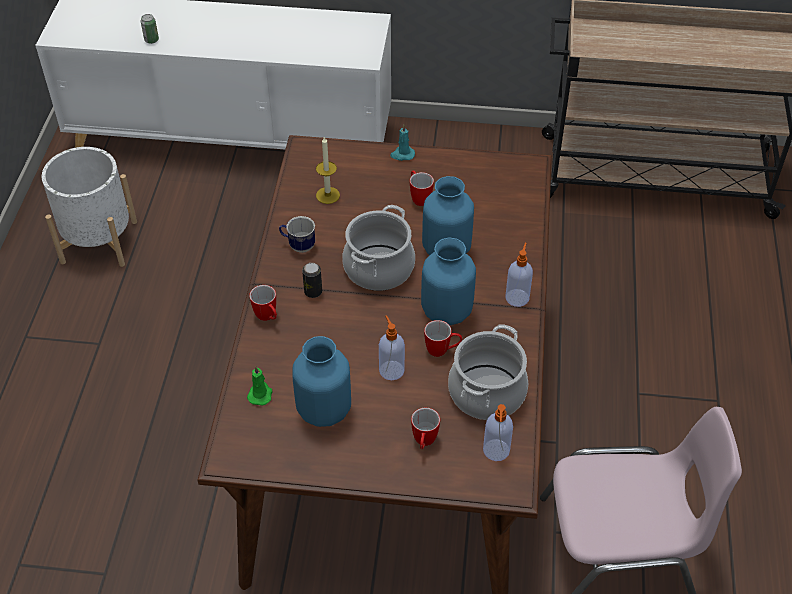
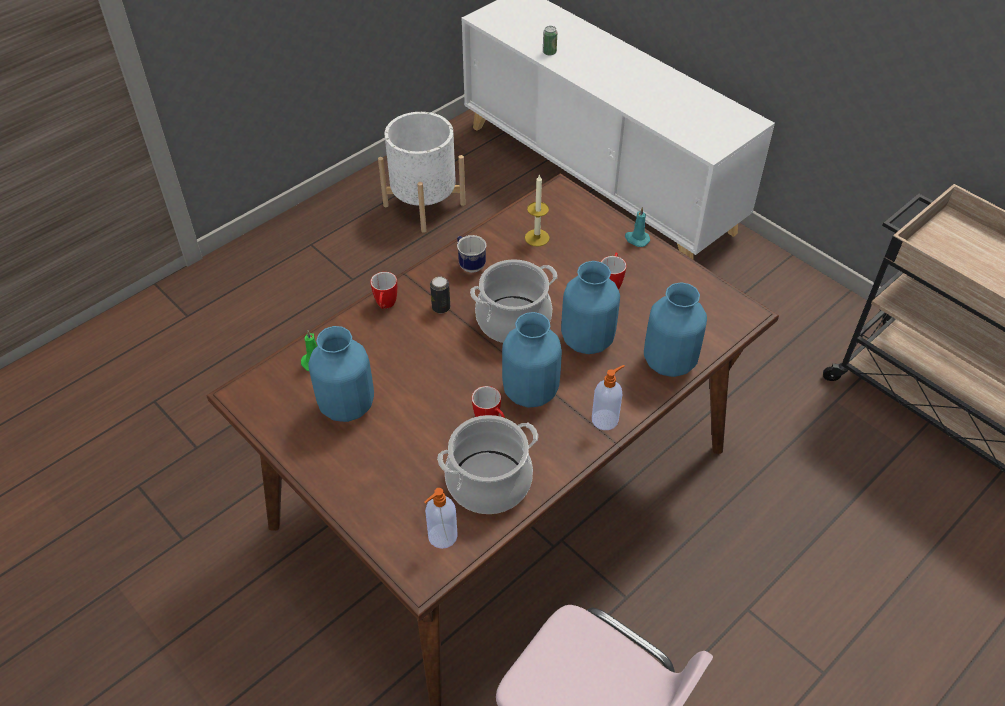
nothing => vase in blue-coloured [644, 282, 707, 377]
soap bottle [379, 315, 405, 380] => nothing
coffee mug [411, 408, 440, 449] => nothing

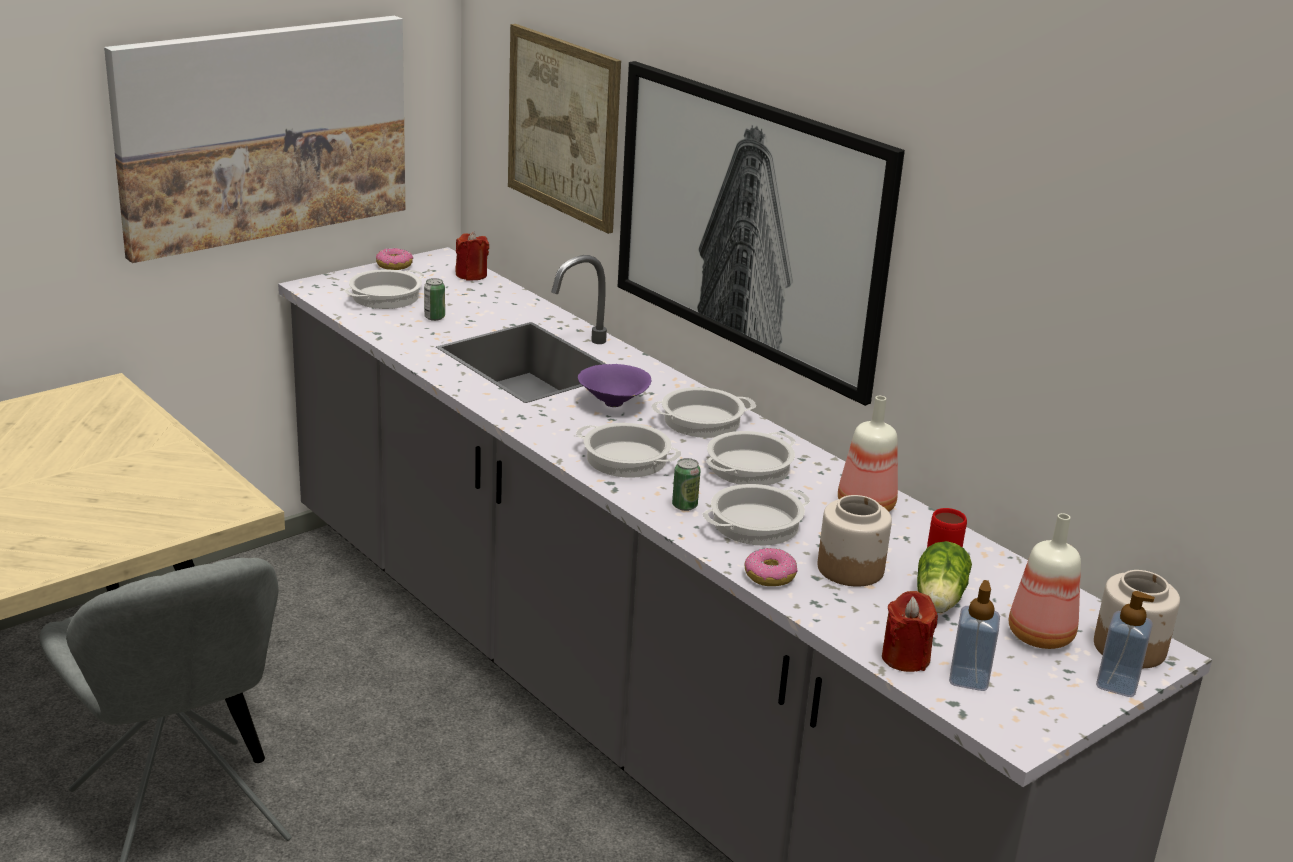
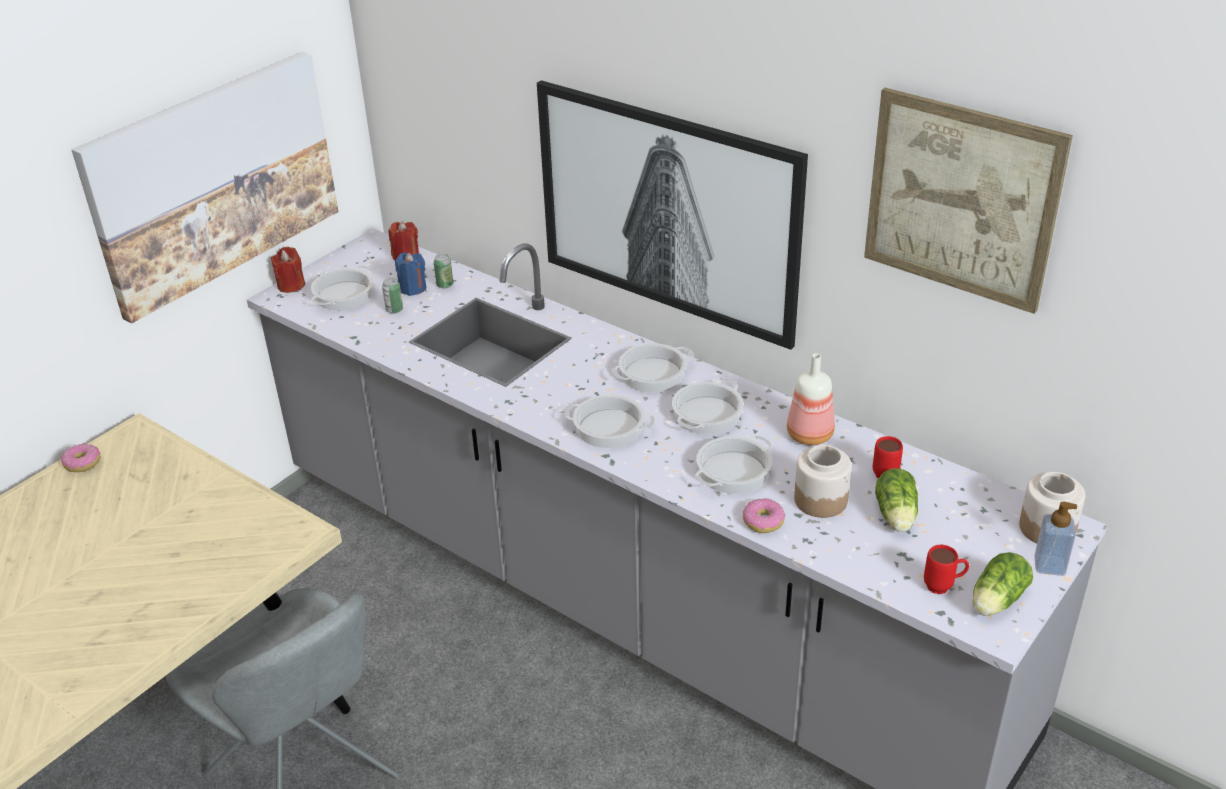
doughnut [376, 248, 413, 270] => doughnut [61, 444, 101, 472], moved
candle in red-coloured [882, 591, 938, 672] => candle in red-coloured [271, 247, 305, 293], moved
nothing => candle in blue-coloured [395, 253, 426, 296]
metal can [672, 458, 701, 511] => metal can [434, 254, 453, 288], moved
picture [508, 24, 621, 234] => picture [864, 88, 1073, 314], moved
soap bottle [949, 580, 1000, 691] => coffee mug in red-coloured [924, 545, 969, 594]
nothing => head of lettuce [973, 552, 1033, 616]
bowl in purplish [578, 364, 652, 407] => nothing
beverage bottle [1009, 513, 1081, 649] => nothing

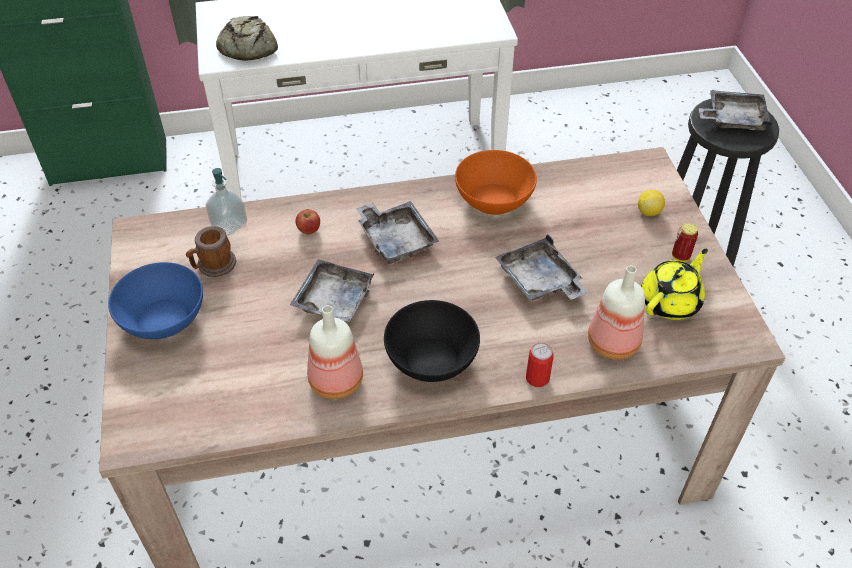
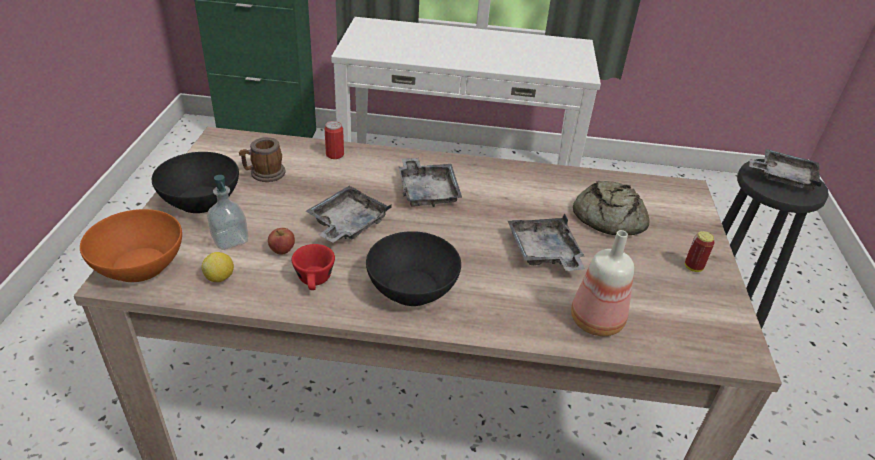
bowl in orange [455, 150, 537, 215] => bowl in orange [80, 209, 182, 282], moved
bowl in blue-coloured [108, 262, 203, 339] => bowl in black-coloured [152, 152, 239, 213]
whole lemon [638, 190, 665, 216] => whole lemon [202, 252, 234, 282], moved
soap bottle [206, 168, 247, 236] => soap bottle [207, 175, 248, 250], moved
apple [296, 209, 320, 235] => apple [268, 228, 295, 255], moved
beverage bottle [307, 305, 363, 399] => small cup in red-coloured [292, 244, 335, 290]
metal can [526, 342, 554, 387] => metal can [325, 121, 344, 159], moved
bread [216, 16, 278, 61] => bread [573, 181, 650, 235], moved
pot for tea in yellow [641, 249, 708, 320] => nothing

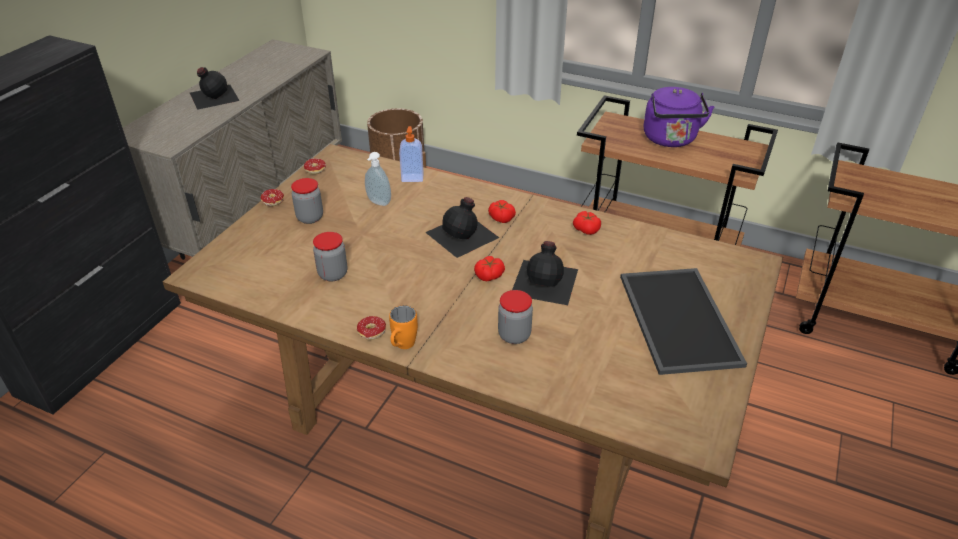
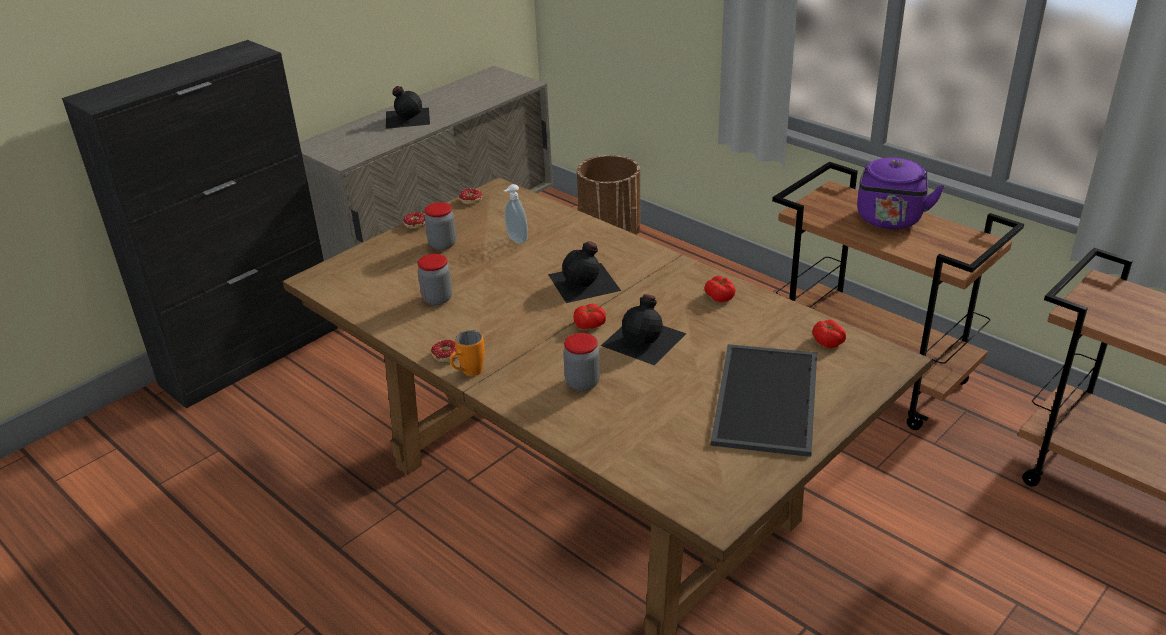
tomato [488, 200, 516, 223] => tomato [812, 320, 846, 348], moved
soap bottle [399, 126, 424, 182] => nothing

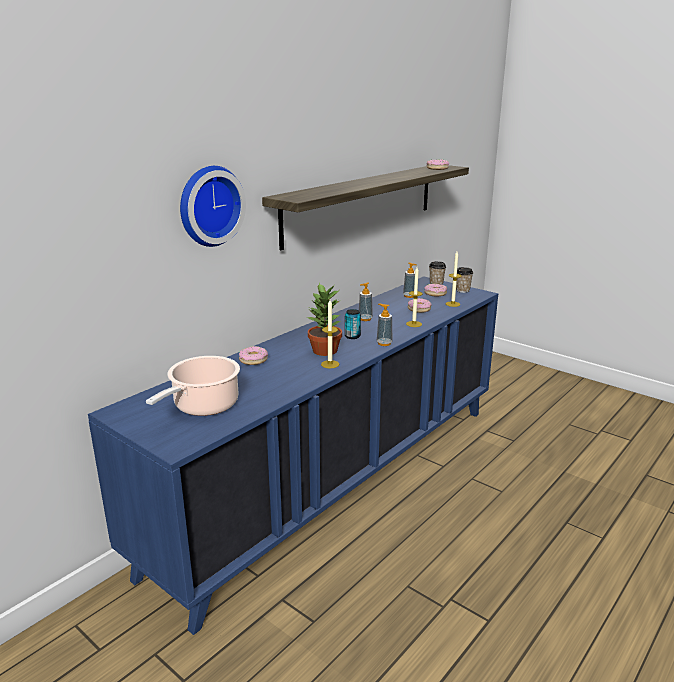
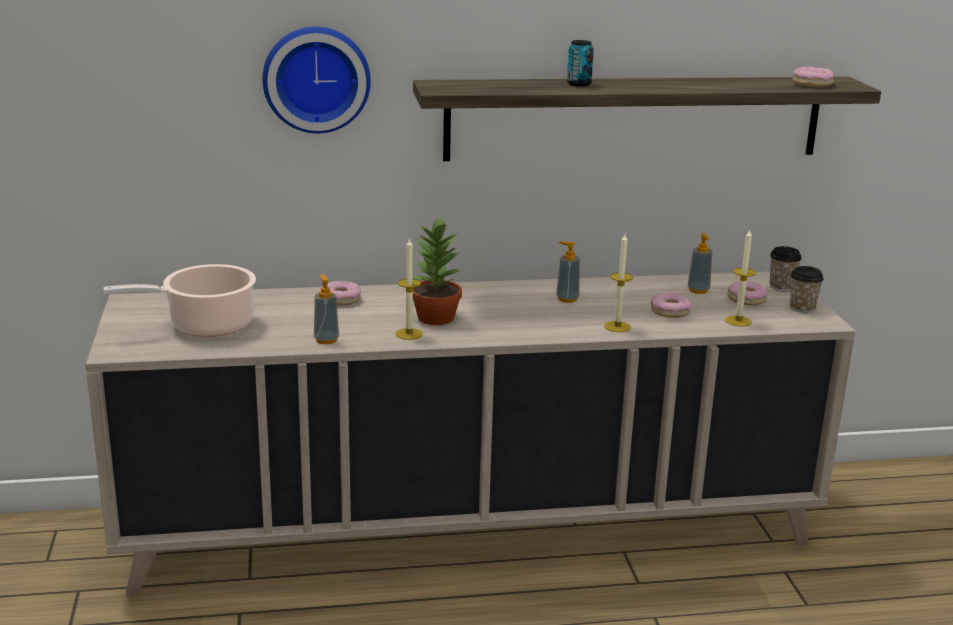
cupboard in blue-coloured [88, 276, 498, 635] => cupboard in beige-coloured [85, 272, 855, 595]
soap bottle [377, 303, 393, 346] => soap bottle [314, 274, 339, 344], moved
metal can [345, 309, 361, 339] => metal can [567, 40, 594, 86], moved

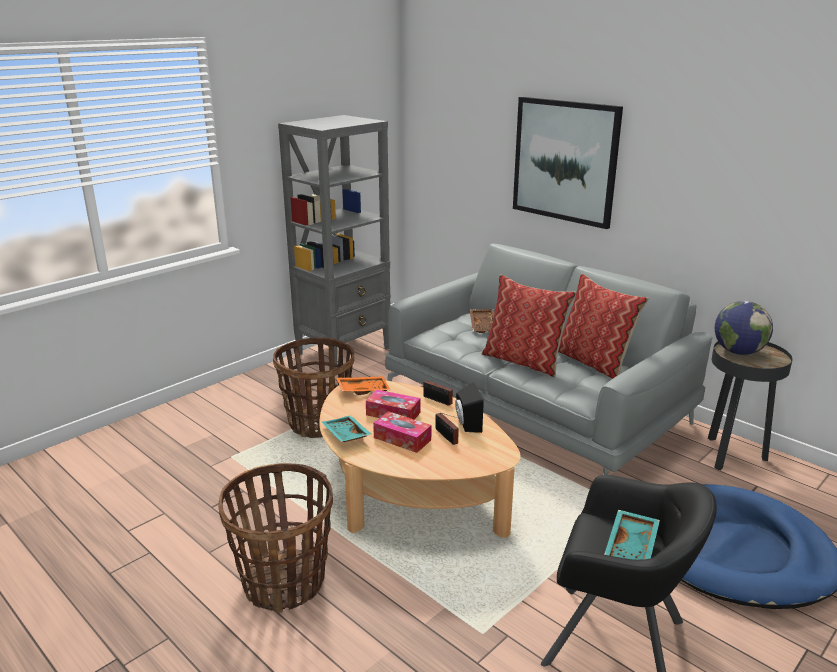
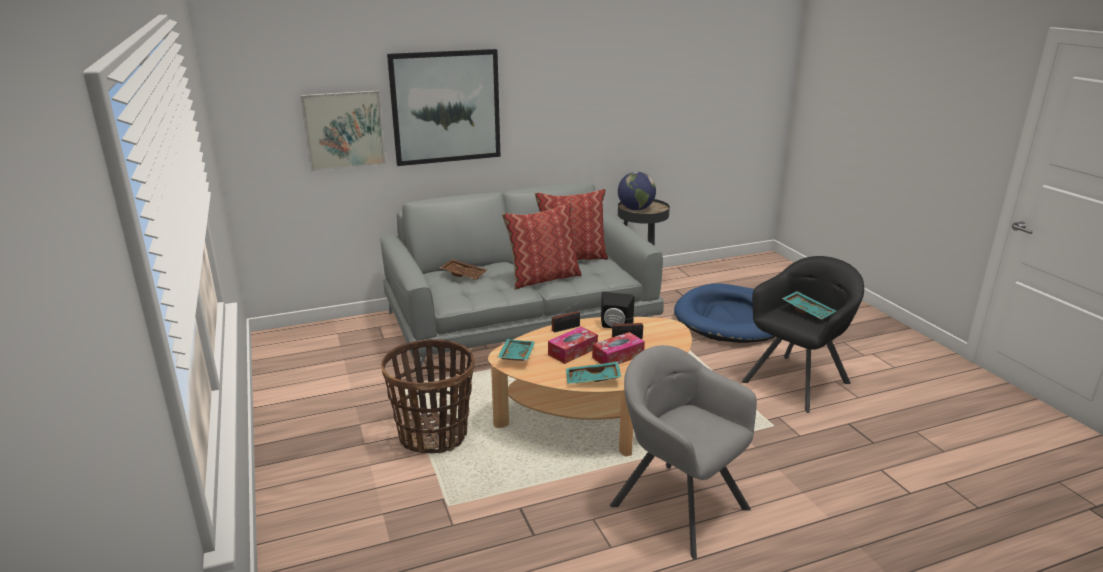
nothing => picture [301, 91, 386, 171]
tray in orange [336, 376, 390, 395] => tray in turquoise [497, 339, 535, 361]
storage basket [218, 463, 333, 613] => easy chair in greyish [610, 345, 757, 559]
bookshelf in greyish [278, 115, 391, 368] => nothing

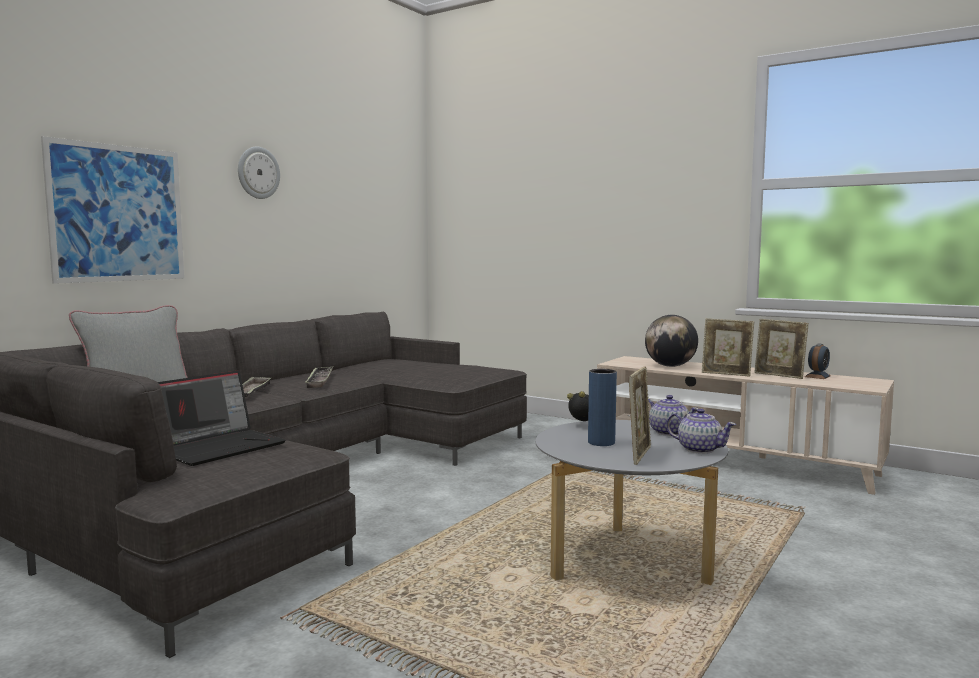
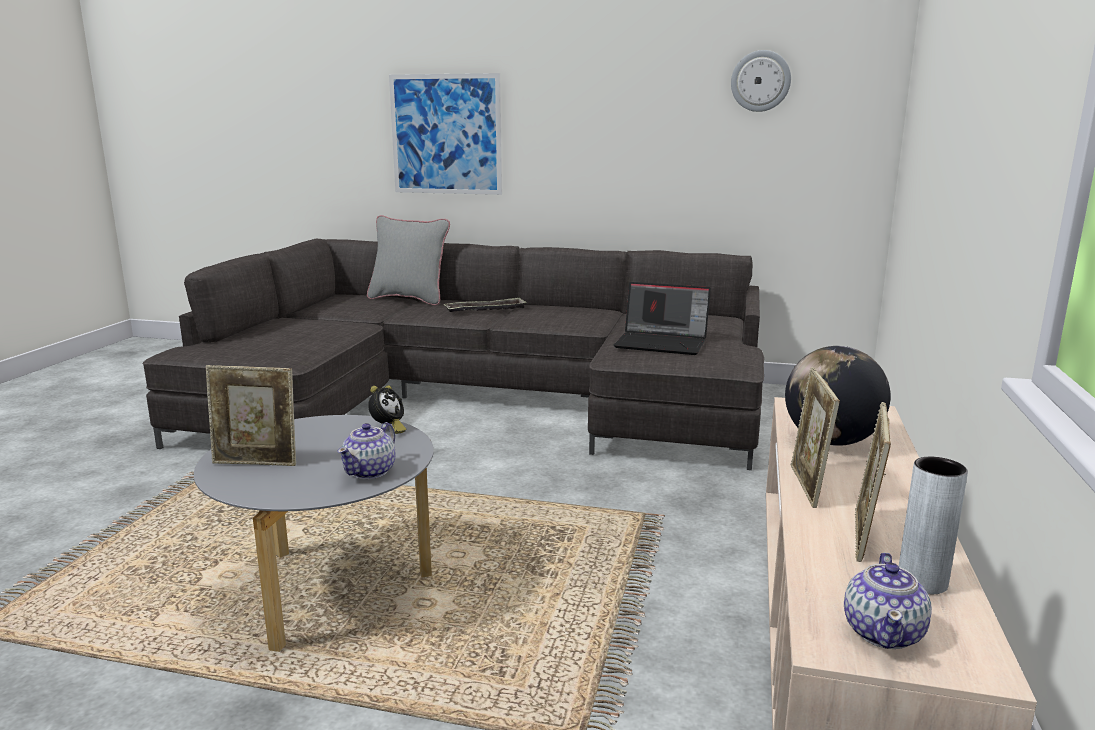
portable computer [158, 370, 286, 466] => portable computer [613, 282, 711, 355], moved
hanging clock [238, 146, 280, 199] => hanging clock [731, 50, 791, 112], moved
pot for tea [666, 408, 736, 454] => pot for tea [844, 552, 932, 649], moved
table clock [805, 343, 831, 379] => vase in greyish [899, 457, 968, 594]
tray [305, 366, 334, 388] => nothing
vase in blue-coloured [588, 369, 617, 446] => nothing

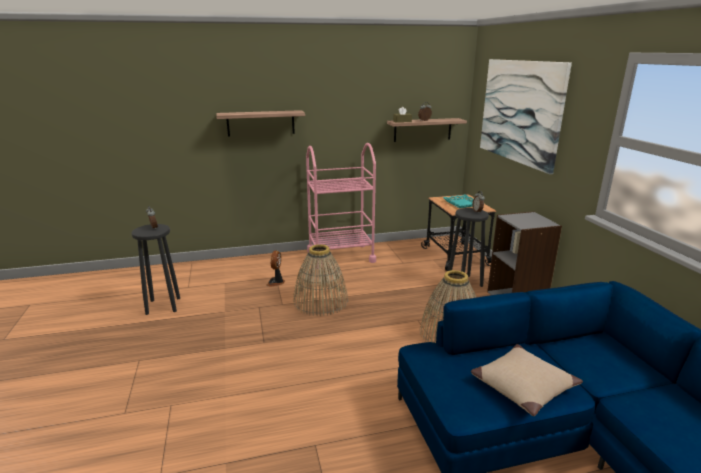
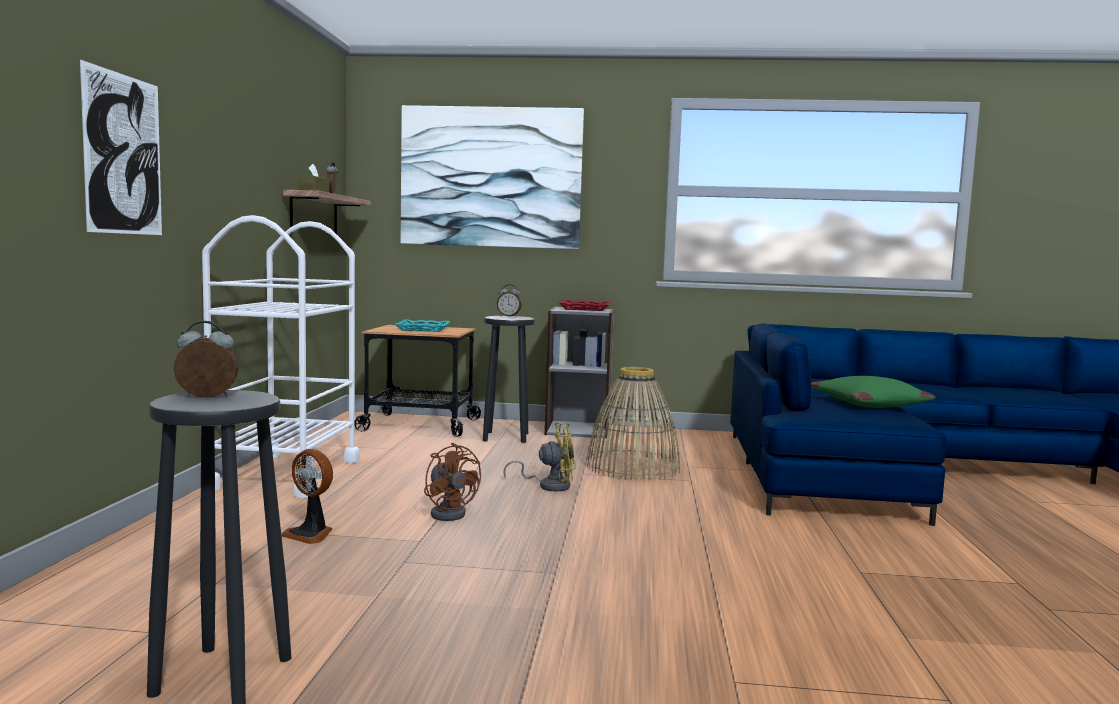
shelf [216, 110, 305, 137] => picture [80, 60, 162, 235]
wheeled cart in pinkish [306, 143, 376, 268] => wheeled cart in white-coloured [202, 215, 359, 498]
storage basket [293, 244, 348, 316] => fan in brown [424, 443, 481, 521]
nothing => fan in yellow [503, 423, 576, 492]
nothing => tray in red-coloured [559, 300, 611, 311]
throw pillow in beige-coloured [471, 344, 583, 416] => throw pillow in greenish [811, 376, 936, 408]

